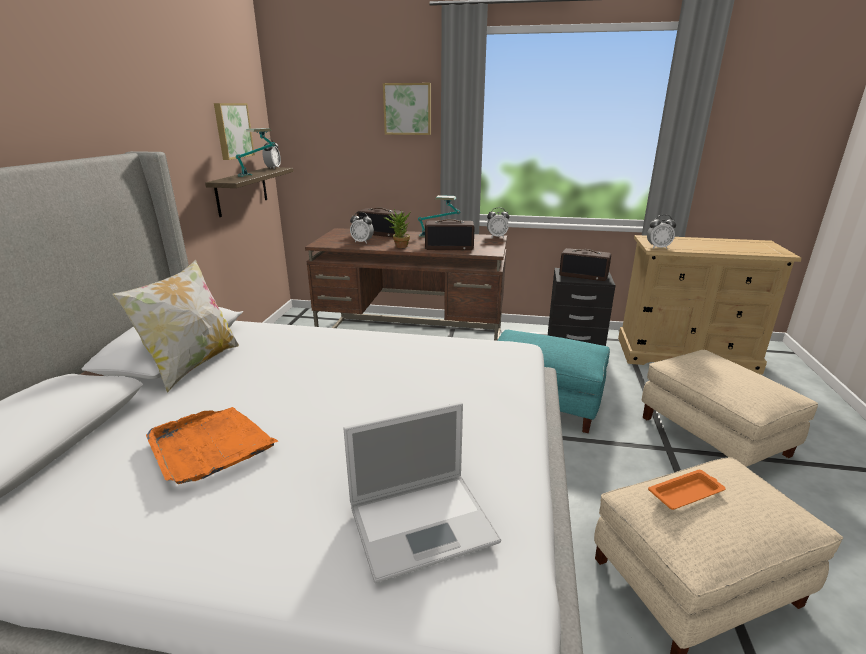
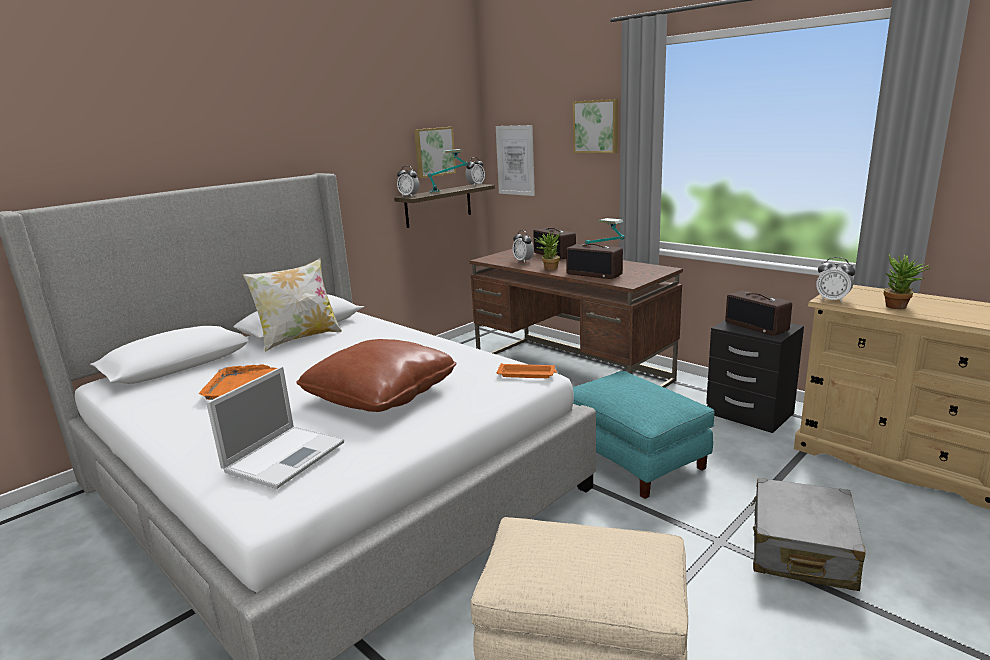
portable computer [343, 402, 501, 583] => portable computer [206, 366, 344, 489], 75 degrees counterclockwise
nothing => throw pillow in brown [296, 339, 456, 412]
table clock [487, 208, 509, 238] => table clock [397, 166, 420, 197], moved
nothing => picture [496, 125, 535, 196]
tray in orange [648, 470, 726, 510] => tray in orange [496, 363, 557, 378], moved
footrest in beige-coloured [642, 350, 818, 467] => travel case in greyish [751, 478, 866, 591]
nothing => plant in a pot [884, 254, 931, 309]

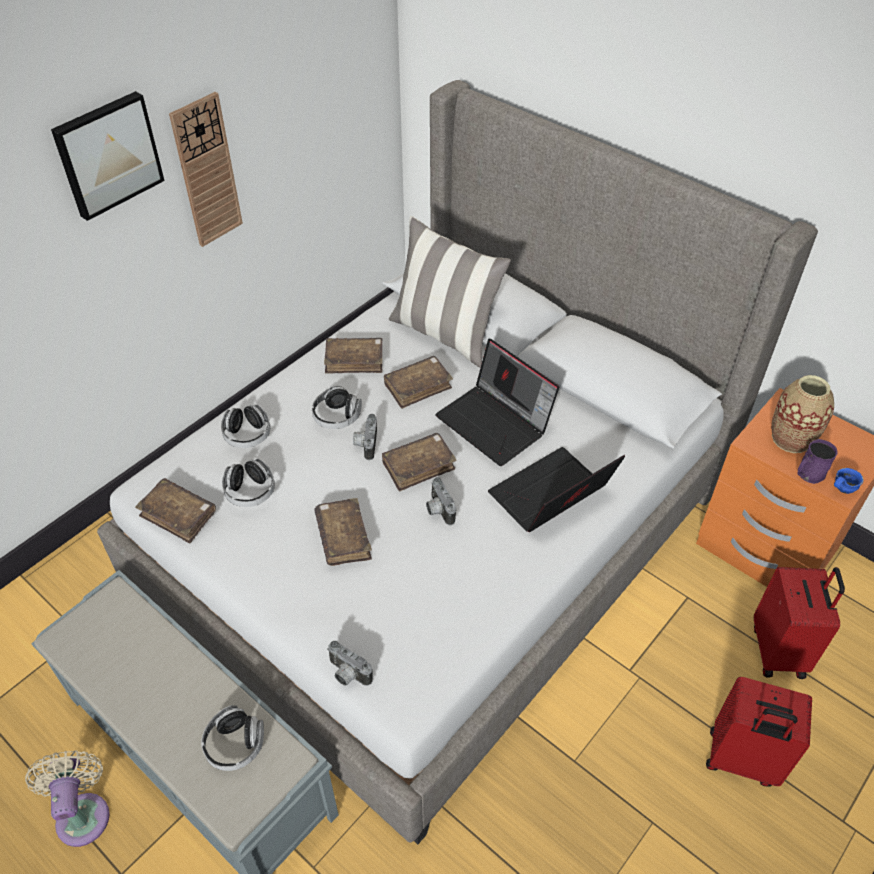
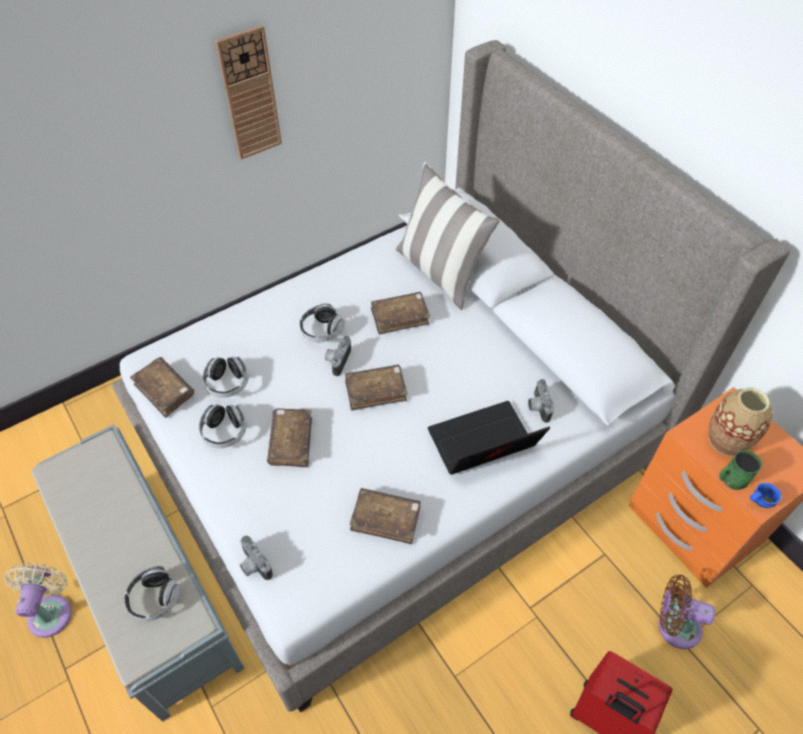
pair of headphones [221, 405, 270, 448] => pair of headphones [199, 404, 247, 448], moved
bound book in brown [324, 338, 382, 374] => bound book in brown [350, 488, 421, 544], moved
still camera [426, 477, 456, 525] => still camera [528, 379, 554, 423], moved
travel case in red-coloured [754, 567, 845, 679] => fan in brown [659, 575, 715, 649]
coffee mug in purplish [798, 439, 838, 484] => coffee mug in greenish [719, 450, 762, 490]
picture [51, 91, 165, 221] => nothing
portable computer [435, 339, 559, 466] => nothing

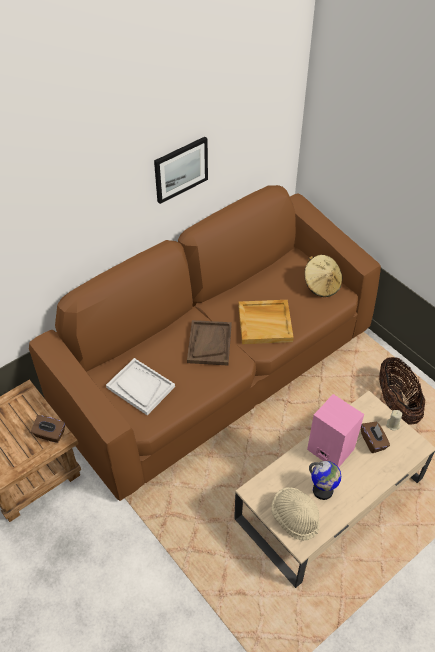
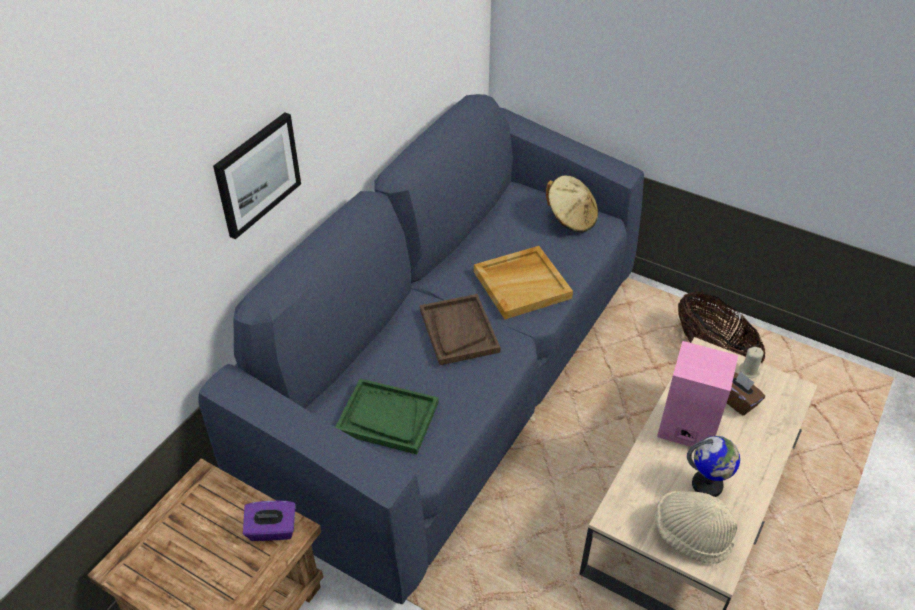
settee in brown [29, 185, 381, 501] => settee in blue-coloured [198, 94, 644, 605]
picture [154, 137, 208, 204] => picture [213, 113, 301, 239], moved
tissue box in brown [31, 415, 65, 443] => tissue box in purplish [243, 501, 296, 541]
tray in white-coloured [106, 358, 175, 415] => tray in greenish [335, 378, 439, 454]

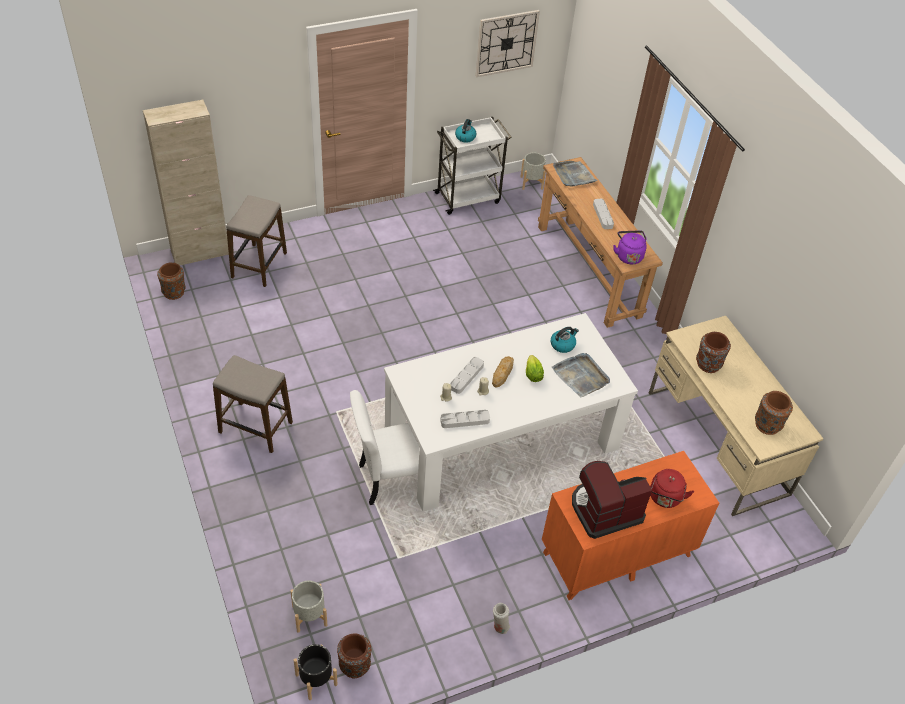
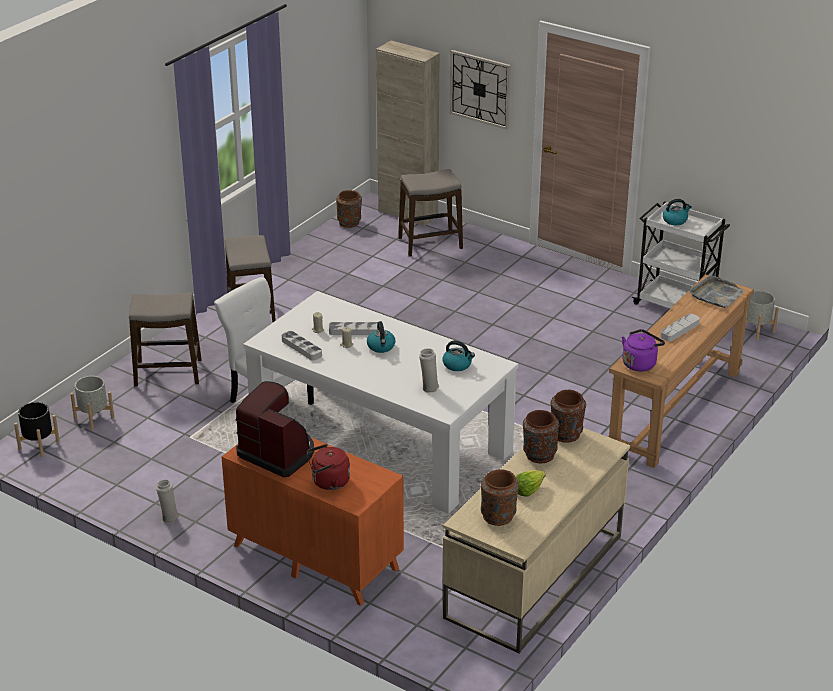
nothing => stool seat [129, 292, 202, 386]
bread [492, 356, 514, 388] => water kettle [367, 321, 395, 353]
tray in greyish [552, 353, 610, 397] => vase in white-coloured [419, 348, 439, 393]
hanging clock [476, 10, 540, 77] => hanging clock [450, 50, 511, 130], moved
head of lettuce [526, 355, 544, 382] => head of lettuce [516, 470, 546, 497], moved
vase in brown [337, 634, 372, 679] => vase in brown [551, 390, 586, 443], moved

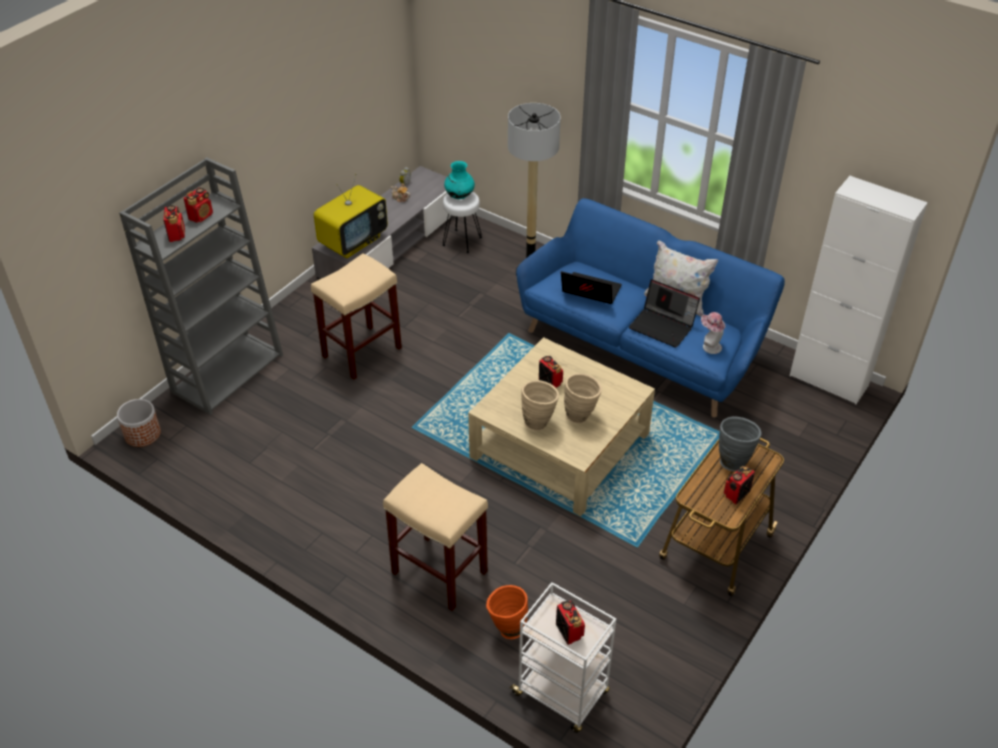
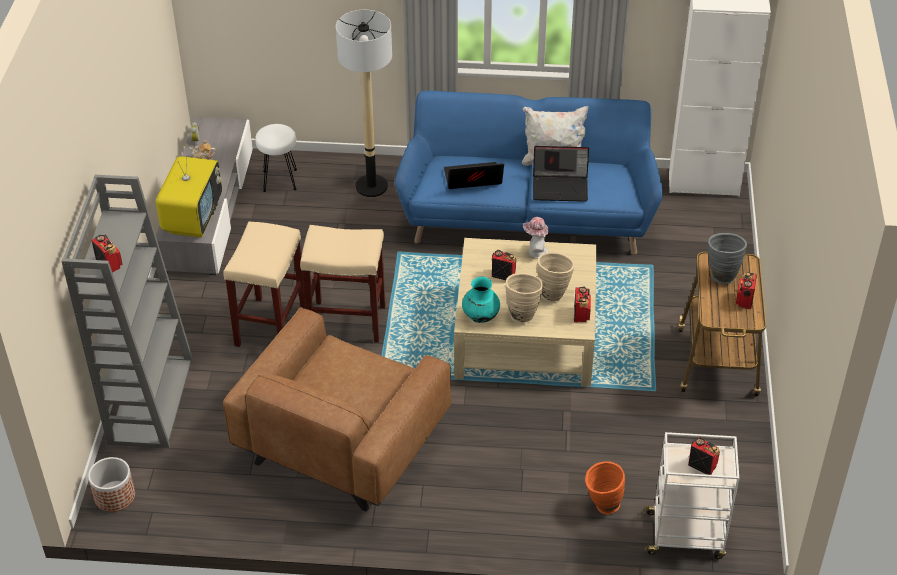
nothing => easy chair in brown [223, 307, 451, 512]
stool seat in beige-coloured [383, 463, 488, 611] => stool seat in beige-coloured [300, 225, 386, 343], moved
vase in turquoise [444, 161, 475, 199] => vase in turquoise [462, 277, 500, 323], moved
wearable hat [701, 312, 725, 354] => wearable hat [523, 217, 549, 259], moved
radio [184, 188, 213, 223] => radio [574, 287, 591, 322], moved

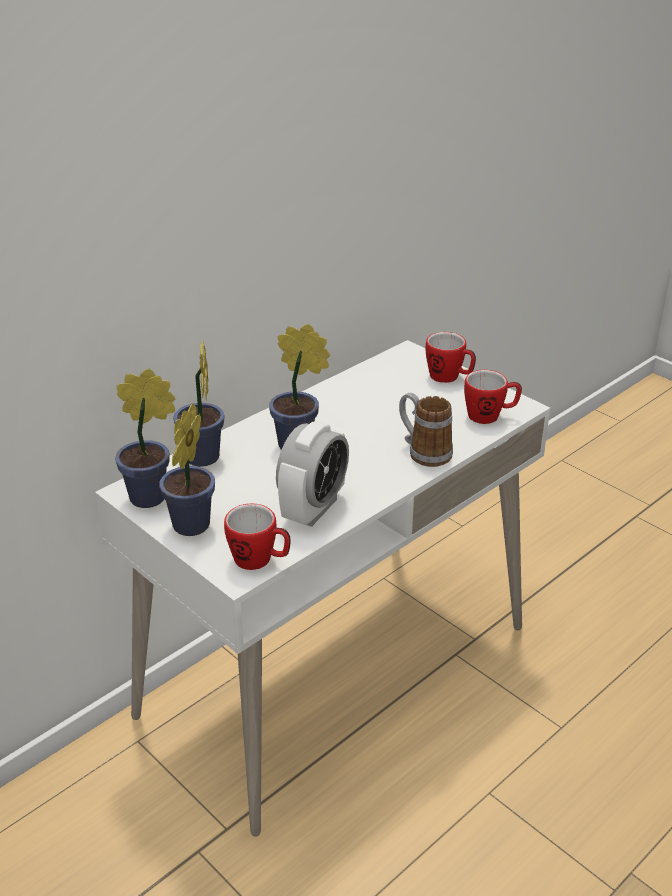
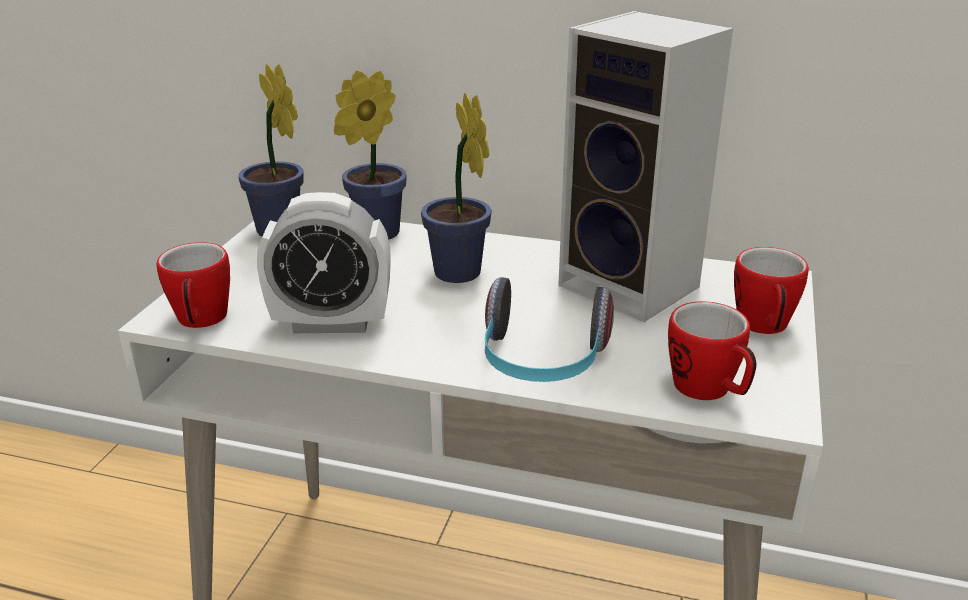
coffee mug [399, 393, 453, 467] => pair of headphones [485, 277, 614, 382]
nothing => audio speaker [558, 11, 733, 322]
plant in a pot [159, 403, 215, 536] => nothing

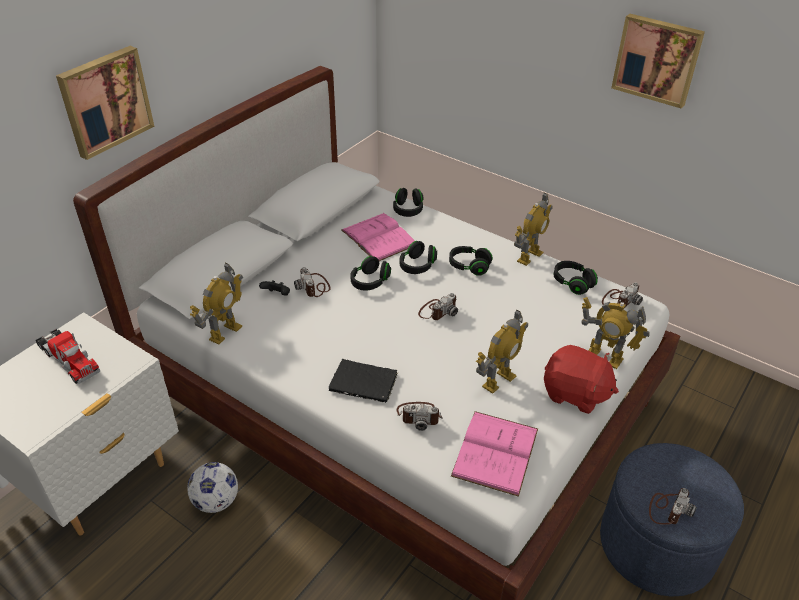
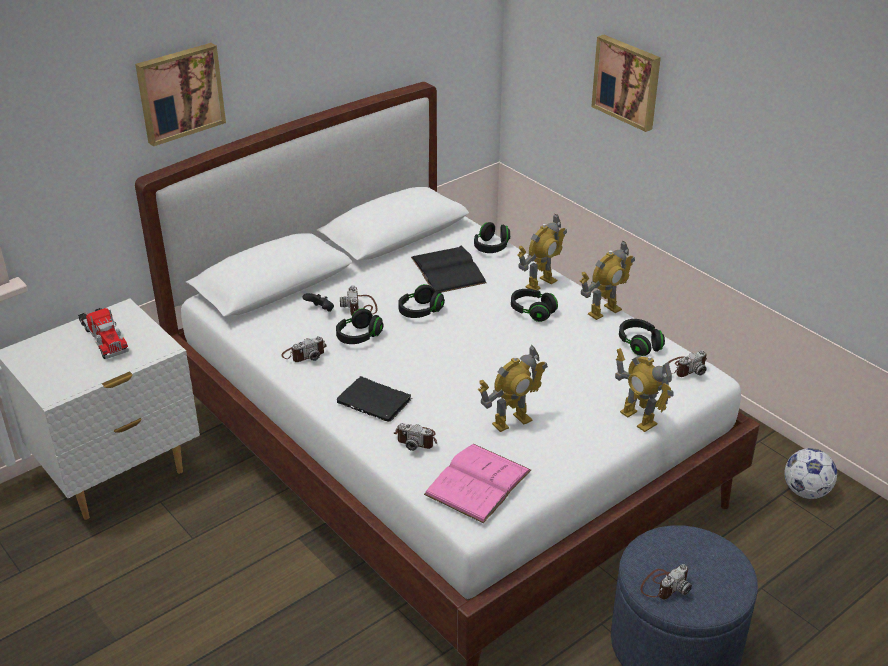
still camera [418, 293, 458, 320] => still camera [281, 336, 327, 362], moved
pair of headphones in black-coloured [400, 241, 437, 274] => pair of headphones in black-coloured [336, 308, 384, 344], moved
bound book in pinkish [341, 213, 415, 261] => bound book in black-coloured [411, 246, 487, 293]
toy robot [190, 263, 243, 345] => toy robot [517, 214, 567, 290], moved
picture [611, 14, 705, 108] => picture [591, 35, 661, 132], moved
football ball [187, 462, 238, 513] => football ball [784, 448, 837, 499], moved
cuddly toy in red-coloured [544, 345, 619, 414] => nothing

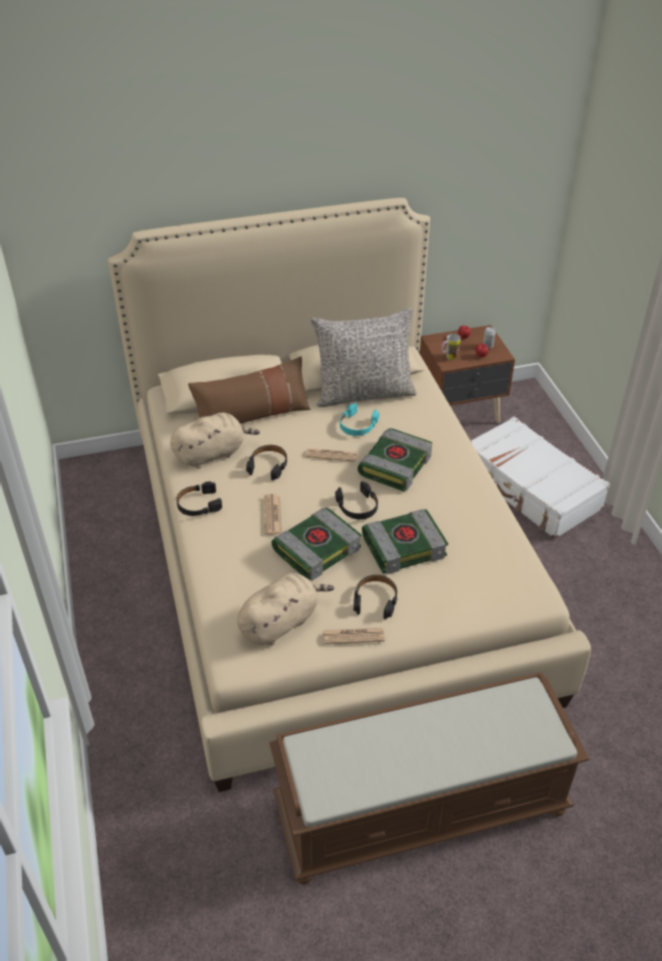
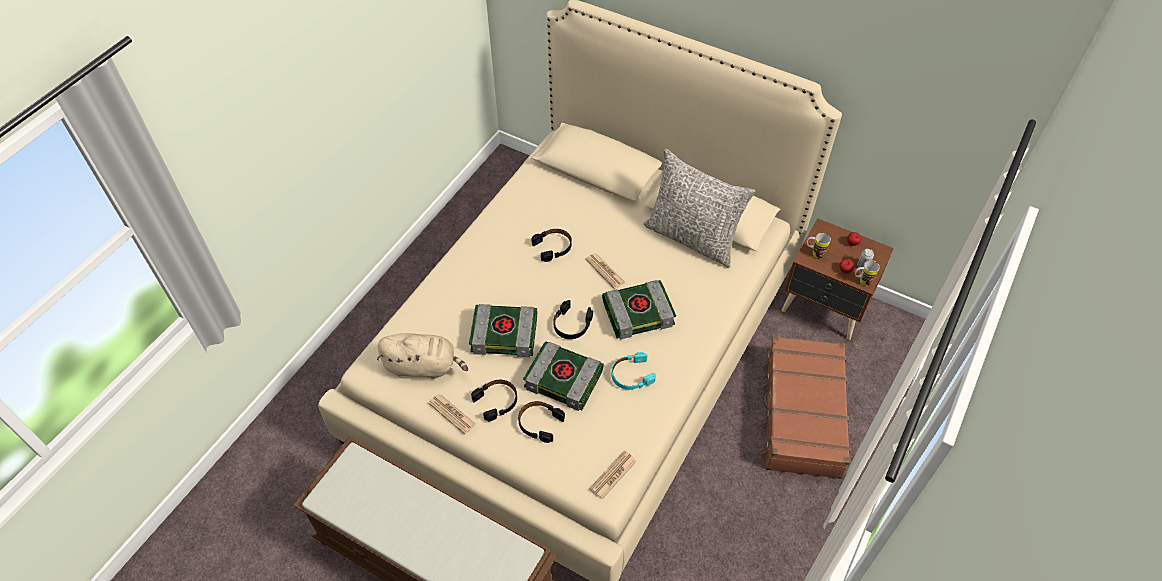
pair of headphones in black-coloured [176, 482, 222, 516] => pair of headphones in black-coloured [518, 401, 565, 443], moved
newspaper [264, 494, 282, 535] => newspaper [589, 451, 637, 499], moved
pair of headphones in turquoise [340, 403, 379, 436] => pair of headphones in turquoise [611, 352, 656, 390], moved
travel case in white-coloured [471, 417, 610, 539] => travel case in brown [760, 336, 850, 479]
nothing => coffee mug [855, 260, 880, 286]
cuddly toy in beige-coloured [170, 413, 260, 469] => nothing
throw pillow in brown [188, 357, 311, 424] => nothing

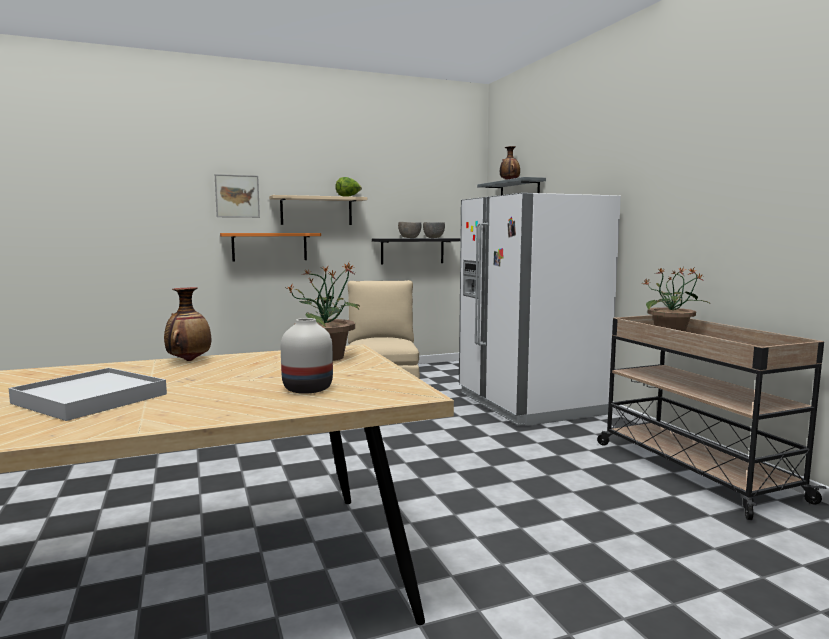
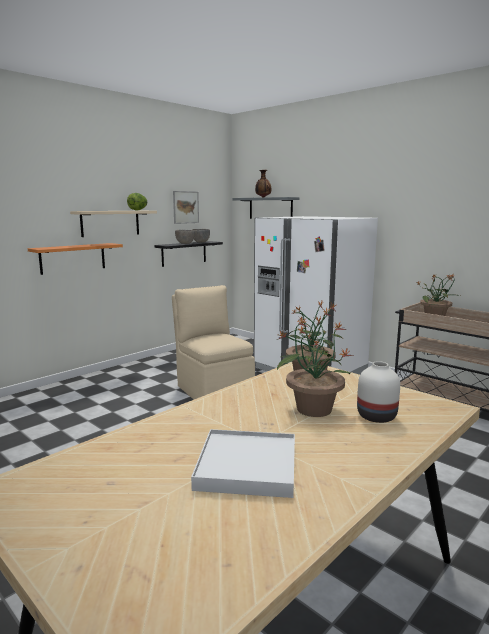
picture [215, 174, 260, 218] => picture [173, 191, 199, 224], moved
nothing => plant in a pot [277, 316, 354, 417]
vase [164, 287, 211, 361] => nothing

